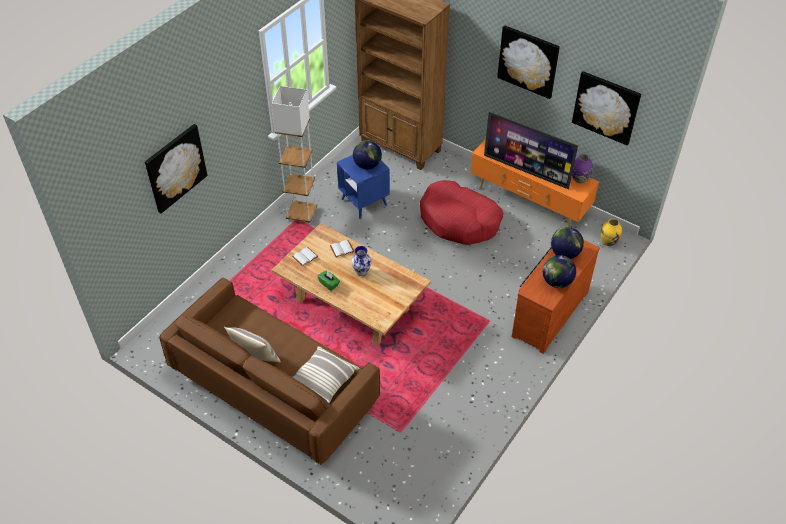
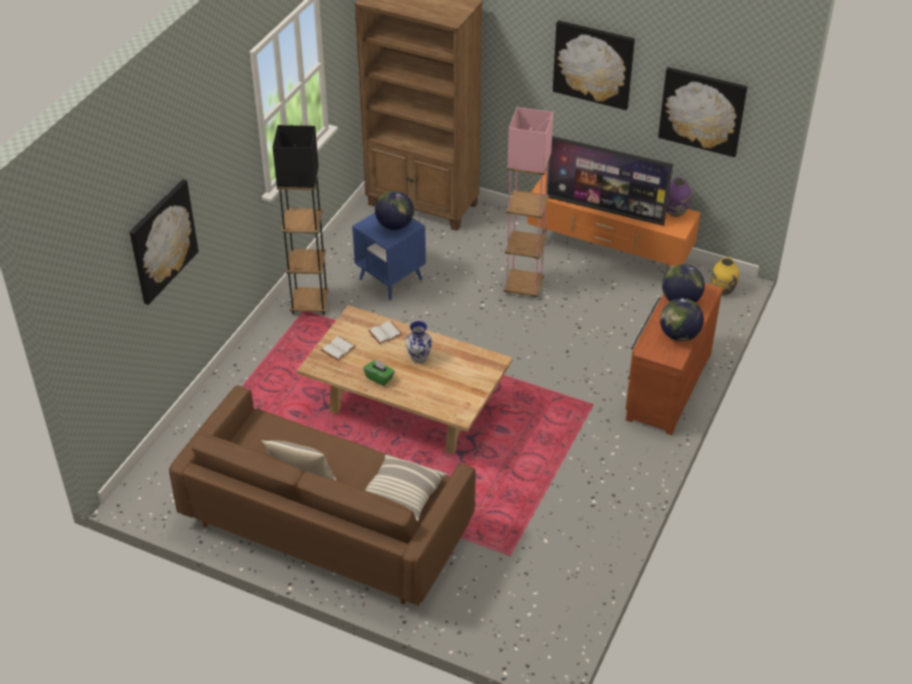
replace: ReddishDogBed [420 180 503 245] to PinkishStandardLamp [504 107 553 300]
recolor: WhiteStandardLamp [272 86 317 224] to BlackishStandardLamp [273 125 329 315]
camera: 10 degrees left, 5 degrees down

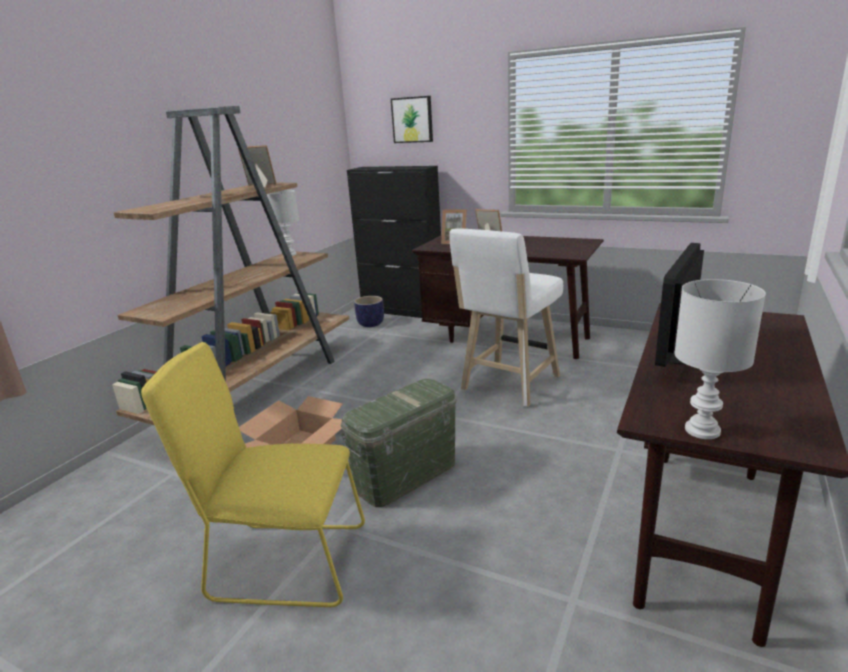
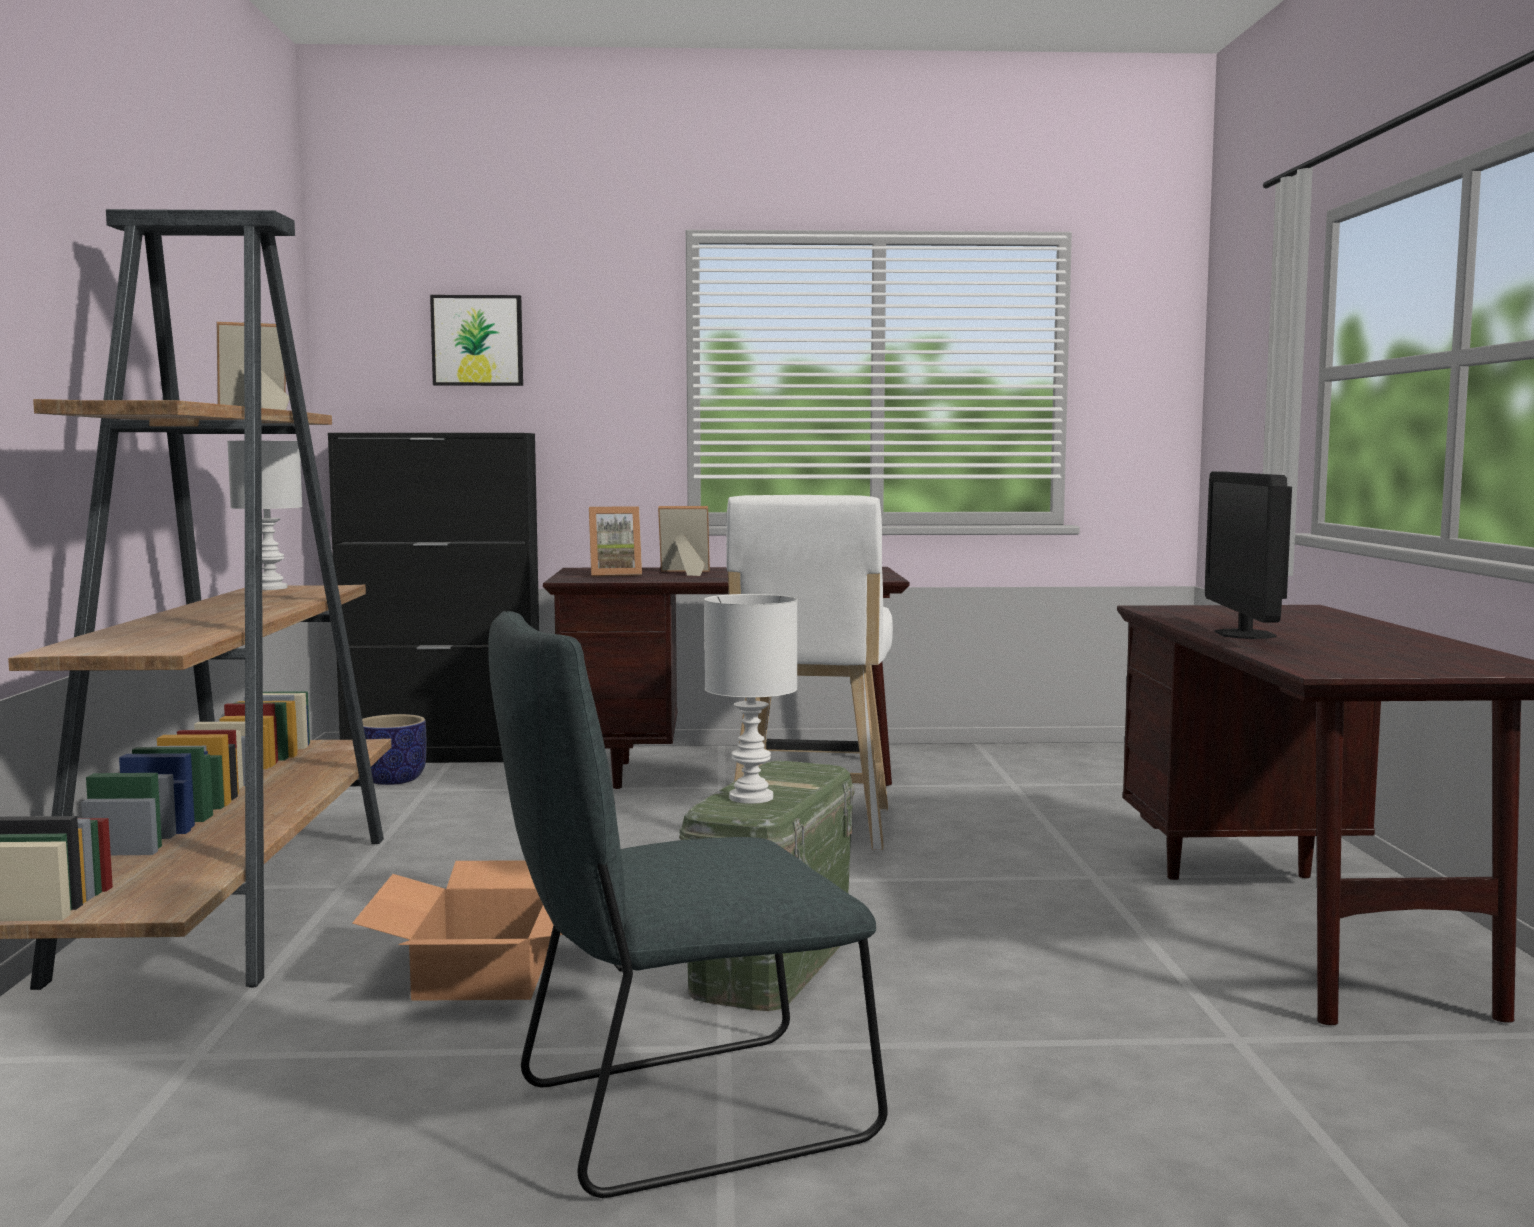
move: WhiteLampForATable [674 279 766 439] to [704 594 798 804]
recolor: YellowChair [141 342 365 607] to GreyChair [488 611 888 1198]
camera: 30 degrees left, 15 degrees down

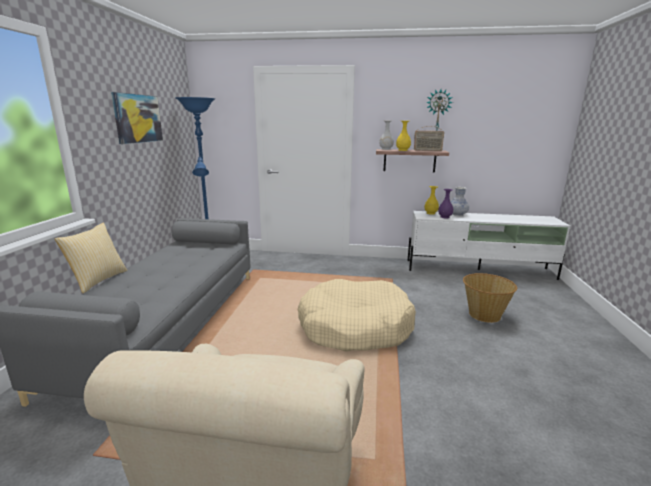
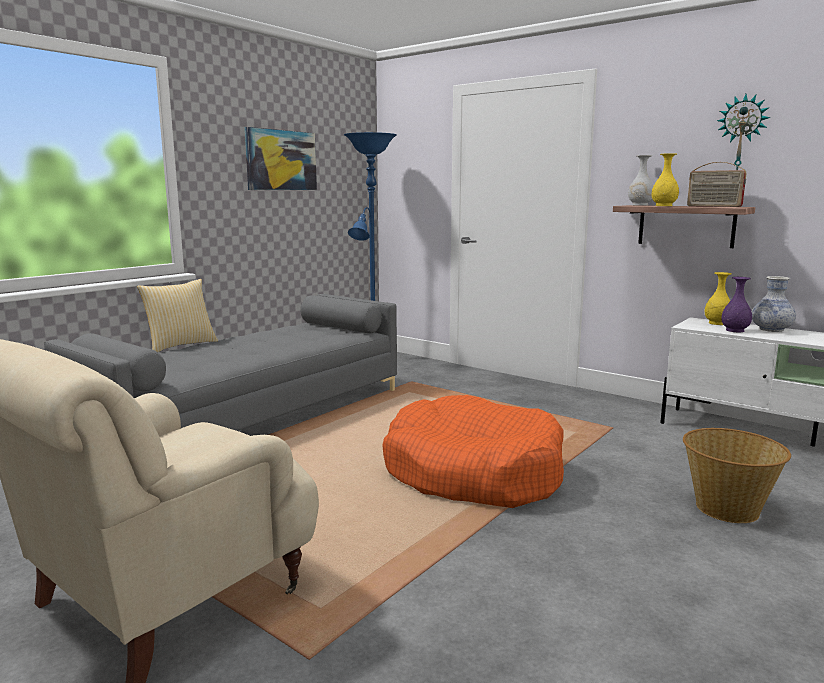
recolor: BeigeColouredDogBed [297 279 416 351] to OrangeColouredDogBed [382 395 564 508]
camera: 30 degrees right, 5 degrees down

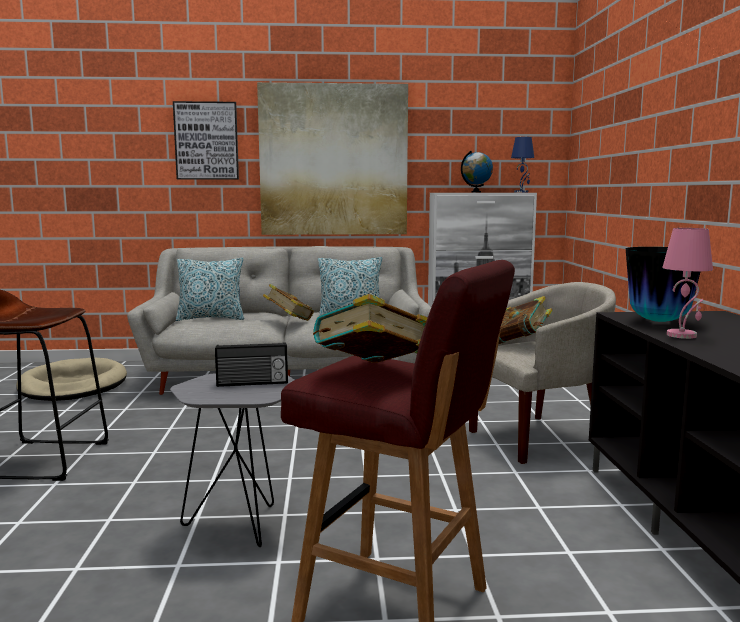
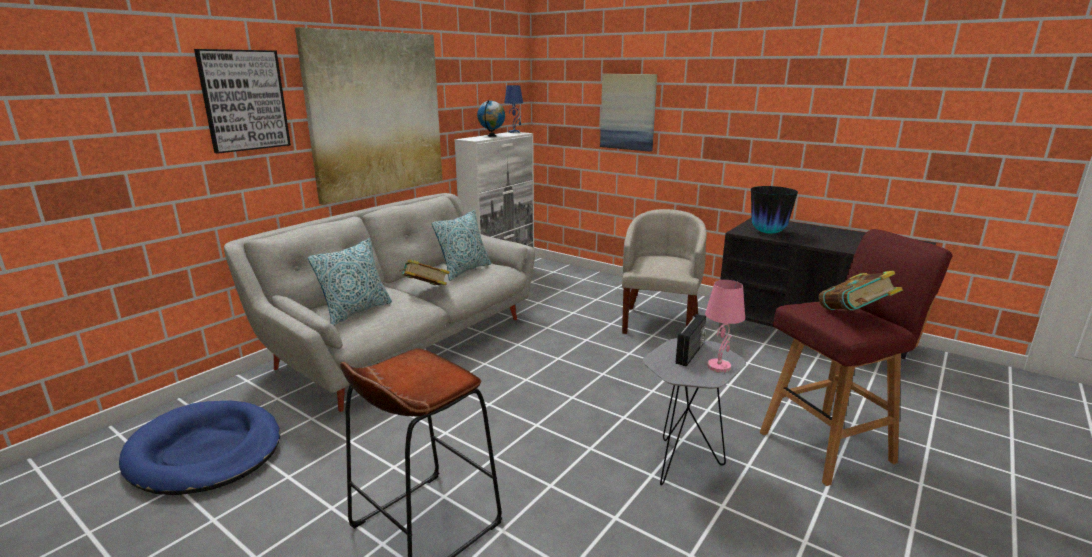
delete: Book [498 296 553 344]
insert: WallPicture [600 74 657 152]
move: PinkishLampForATable [662 228 713 339] to [705 280 745 373]
recolor: BeigeColouredDogBed [16 357 127 401] to BlueDogBed [119 401 280 495]
camera: 50 degrees left, 10 degrees up

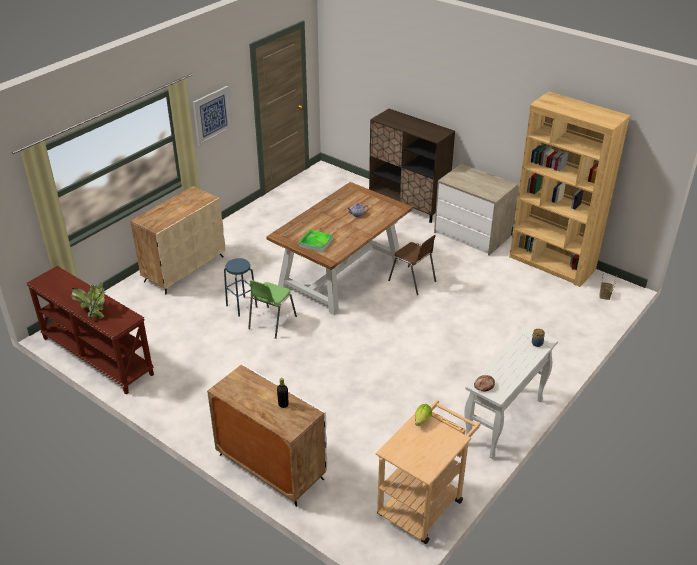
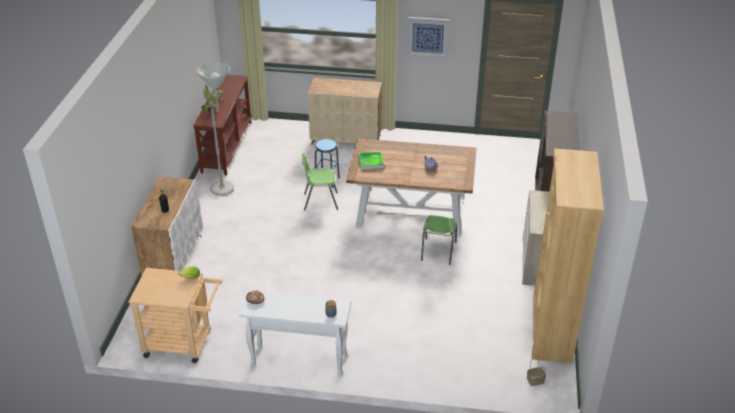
insert: GreyStandardLamp [197 62 234 196]
recolor: BrownChair [388 235 436 295] to GreenishChair [421 215 457 265]
camera: 60 degrees right, 0 degrees up

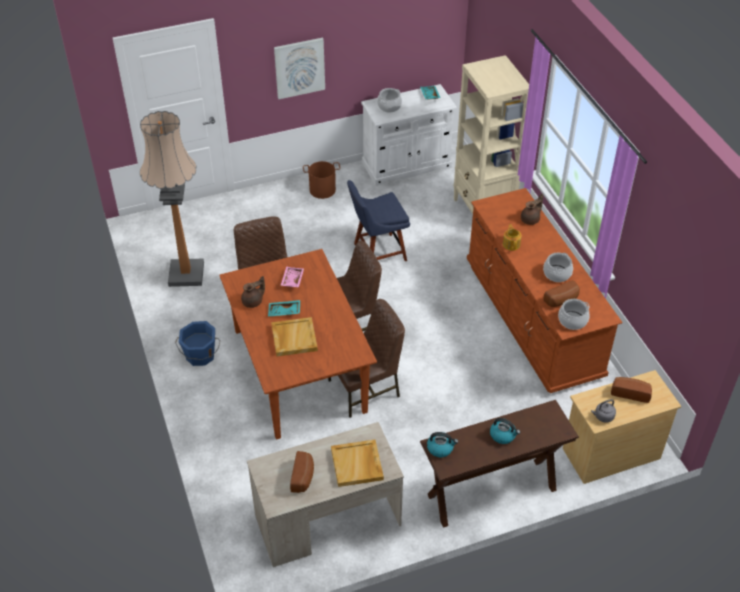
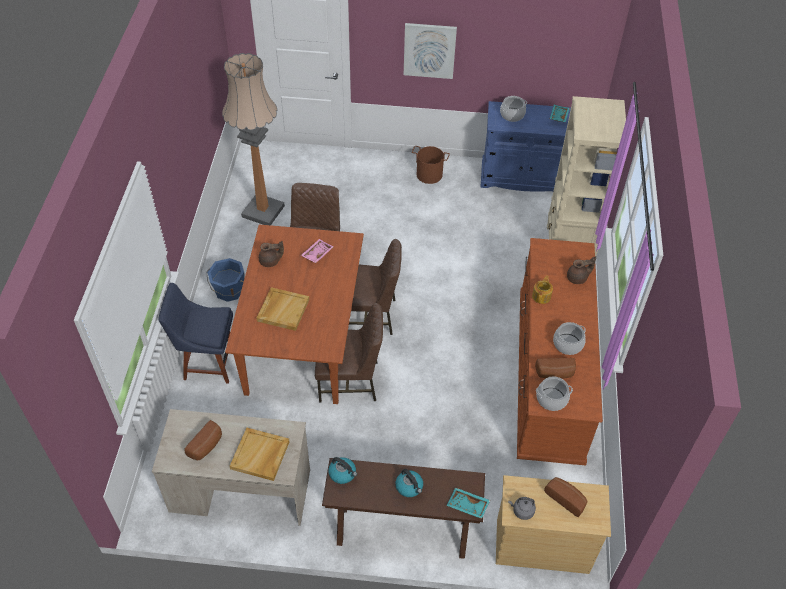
move: BlueChair [347 180 410 261] to [159 283 233 384]; BlueGreenServingTray [268 300 300 316] to [446 488 490 519]
recolor: WhiteCupboard [361 84 457 186] to BlueCupboard [481 101 571 192]
camera: 25 degrees right, 5 degrees up

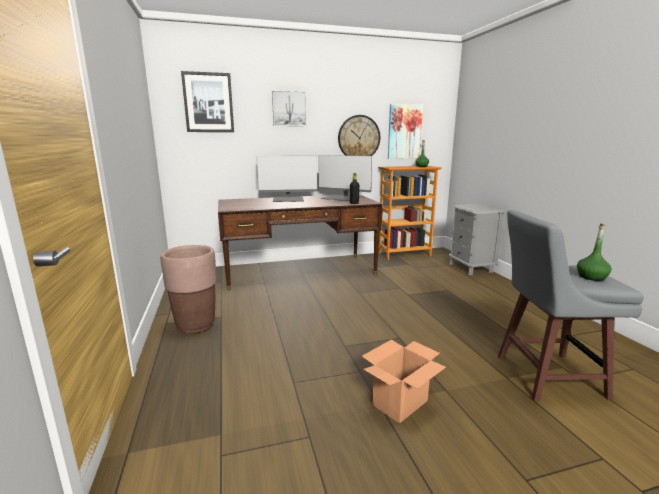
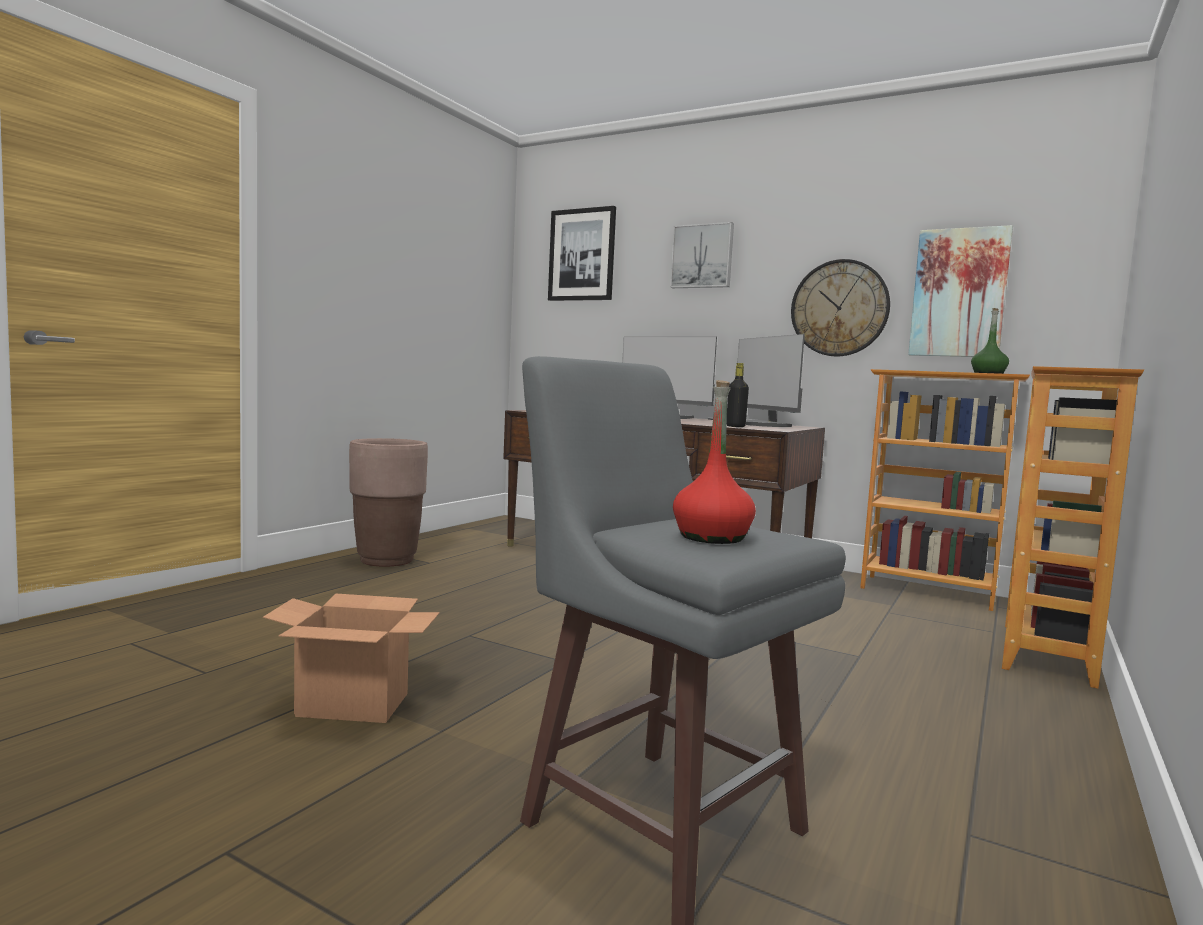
replace: GreyNightstand [449 204 505 275] to ShelvingUnit [1002 366 1144 689]
recolor: GreenishBottle [577 223 612 281] to ReddishBottle [673 380 756 544]
camera: 45 degrees right, 10 degrees down

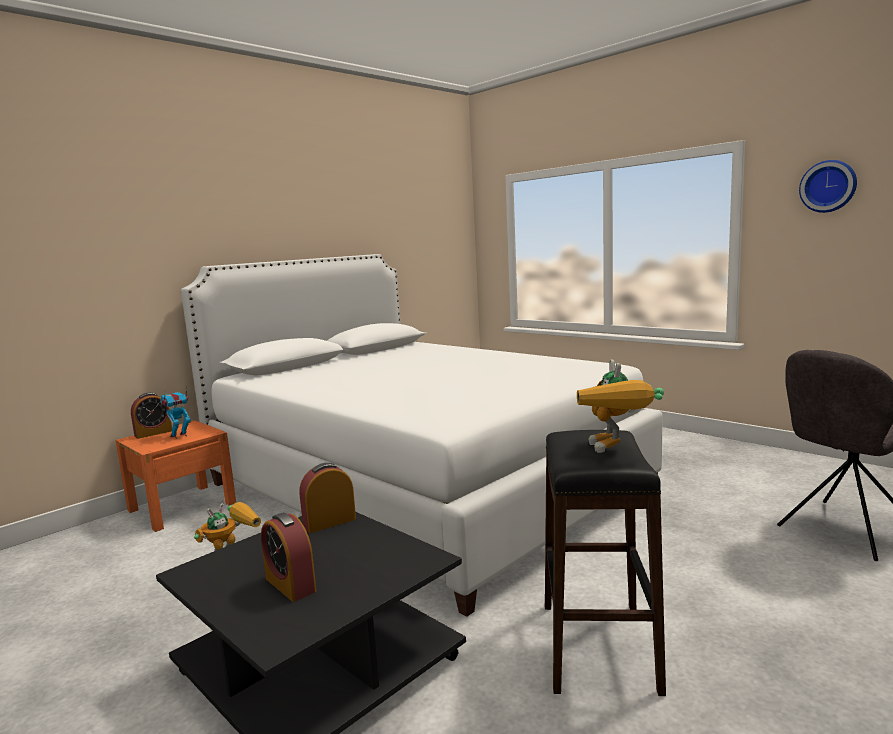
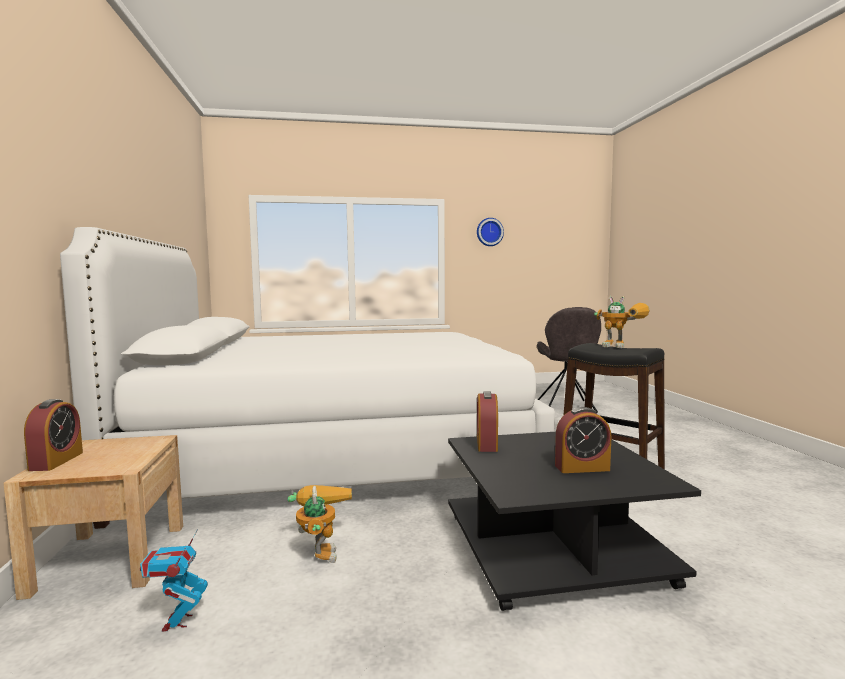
move: ToyRobot [160 386 191 439] to [140 529 208 632]
recolor: OrangeColouredNightstand [116 420 236 532] to BeigeColouredNightstand [3 435 183 600]
camera: 55 degrees left, 5 degrees down

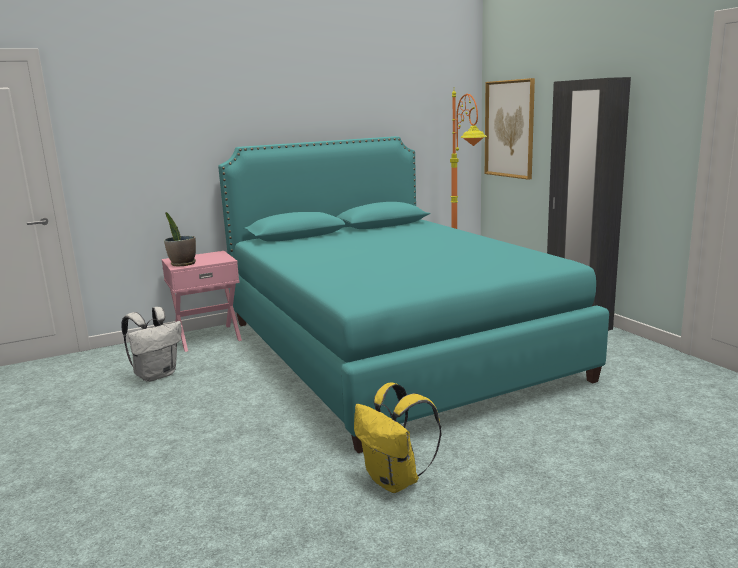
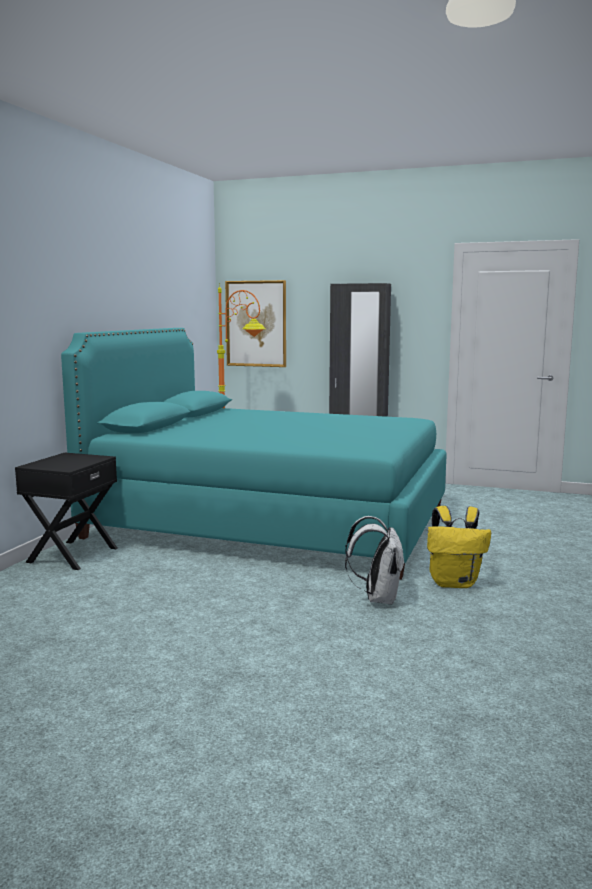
delete: PlantInAPot [164 212 196 267]
move: WhiteKnapsack [121 307 181 382] to [345 516 405 605]
recolor: PinkishNightstand [162 251 242 352] to BlackishNightstand [15 453 118 570]
camera: 45 degrees left, 5 degrees down

